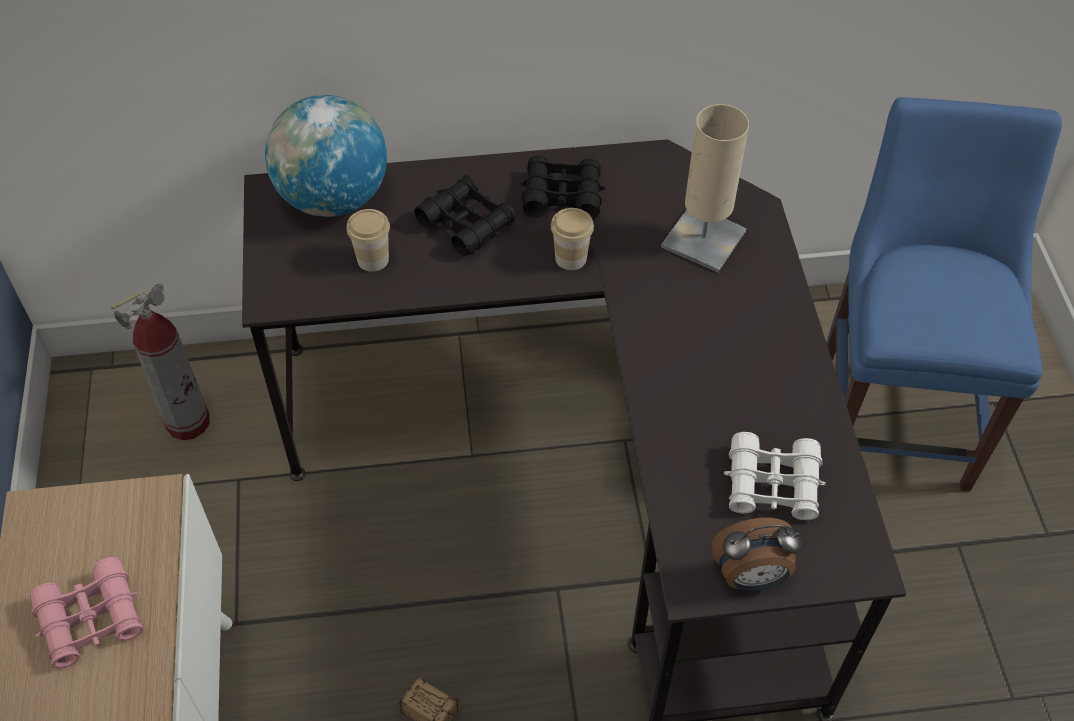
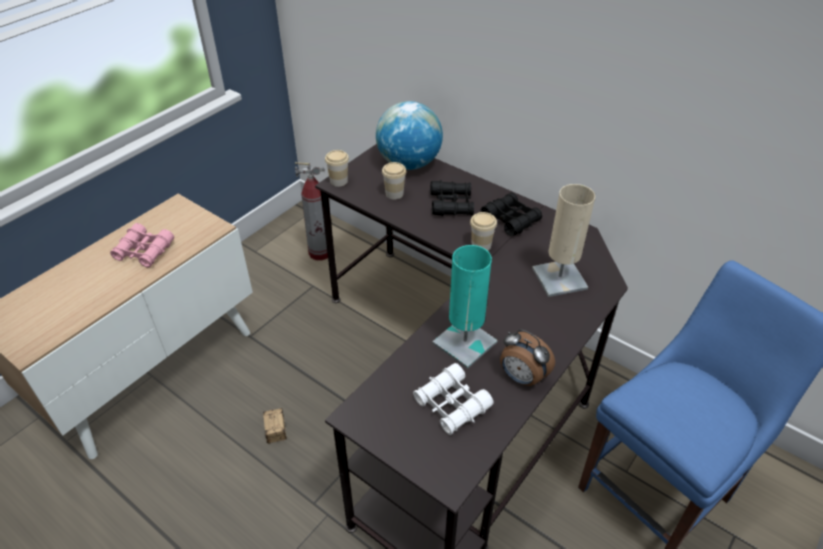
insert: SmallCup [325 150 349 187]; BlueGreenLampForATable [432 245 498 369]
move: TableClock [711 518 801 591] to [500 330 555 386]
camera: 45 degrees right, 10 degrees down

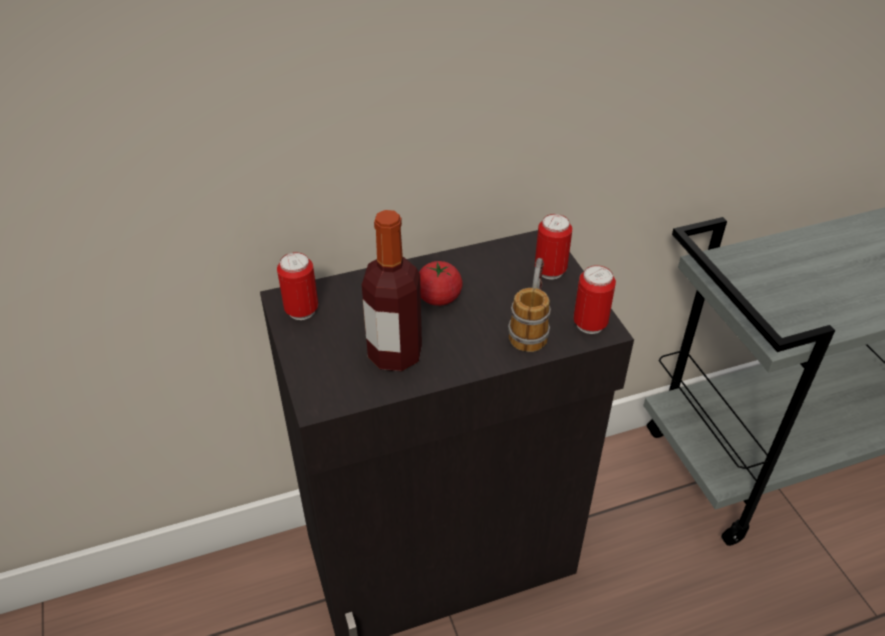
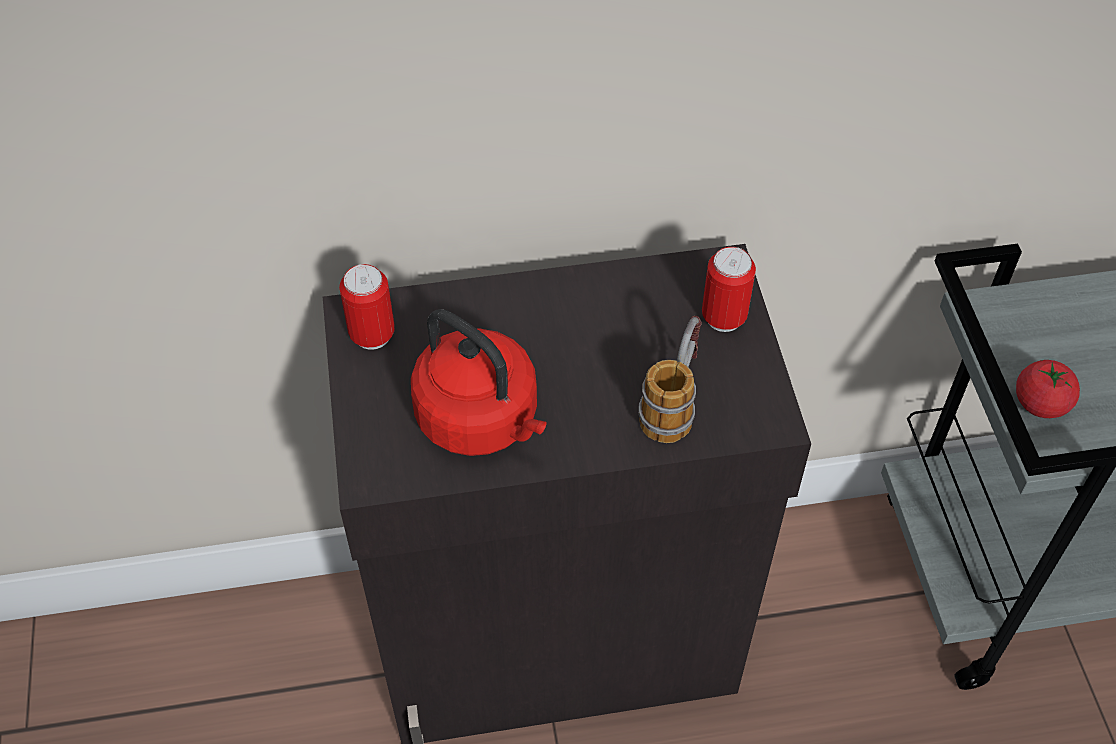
delete: Can [573 265 616 334]
move: Tomato [419 261 463 306] to [1016 360 1080 418]
replace: Bottle [362 210 422 371] to ReddishKettle [411 309 547 456]
camera: 10 degrees right, 10 degrees up

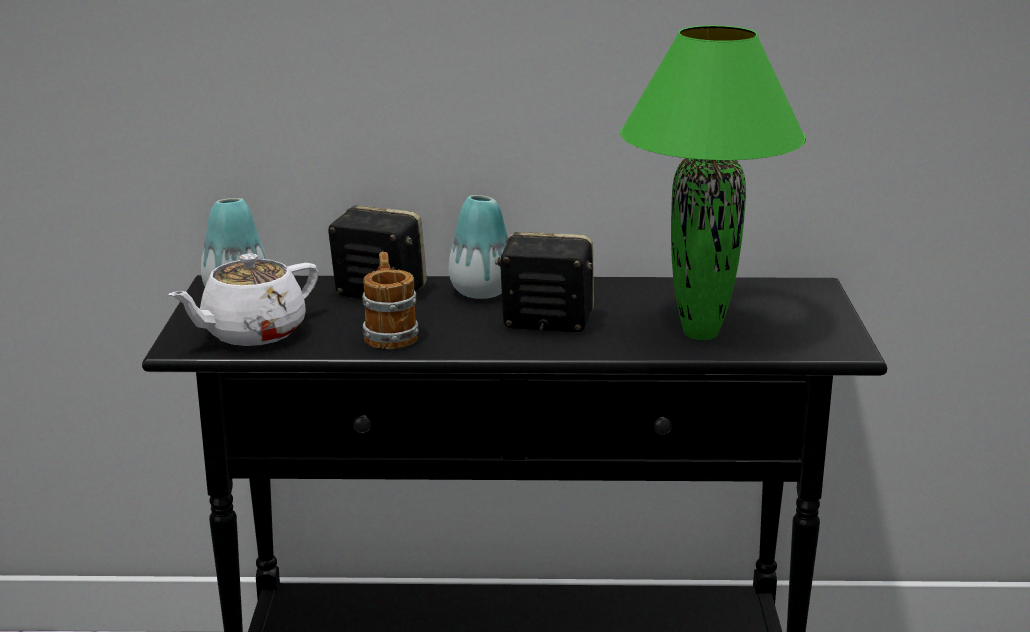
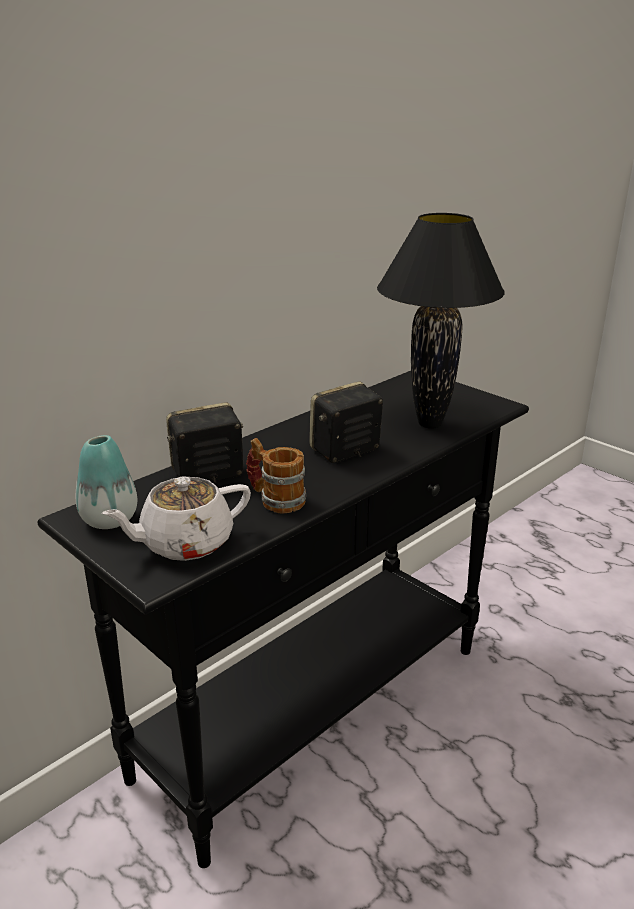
delete: FlowerVase [448 195 508 299]
recolor: GreenishLampForATable [620 25 806 340] to BlackishLampForATable [377 213 505 429]
rotate: WhiteTeapot [169 253 319 346] = [102 477 251 561] 60 degrees clockwise
camera: 45 degrees left, 5 degrees up

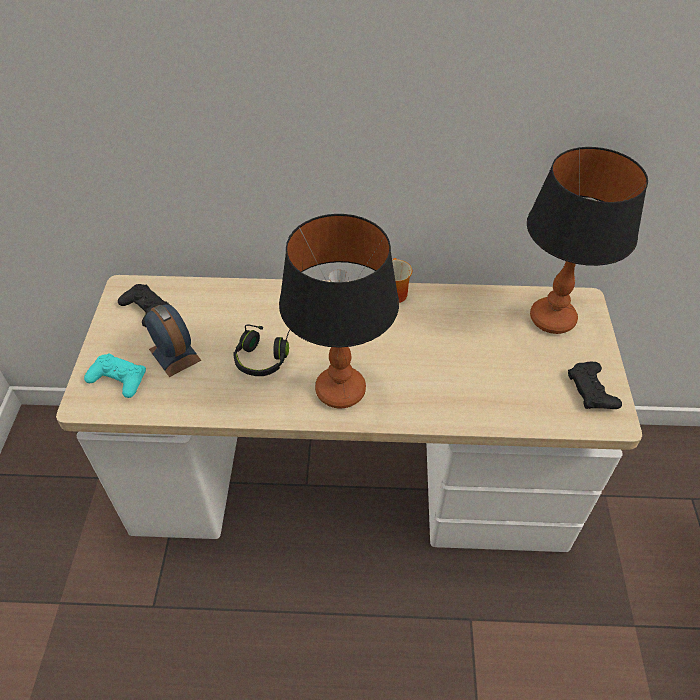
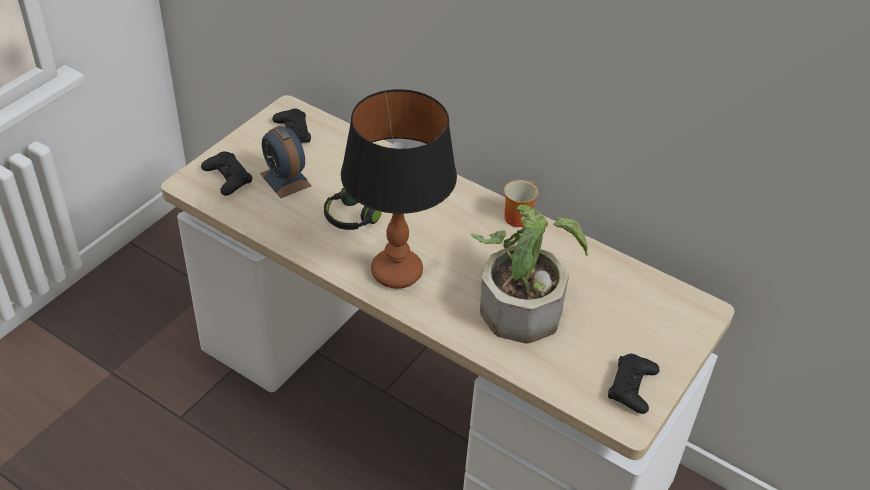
delete: LampForATable [527 147 648 334]
insert: PlantInAPot [471 205 588 344]
recolor: BlueGreenJoypad [84 354 146 398] to BlackishJoypad [201 151 253 196]
rotate: TableClock [145 304 201 377] = [260 126 312 198] 150 degrees clockwise
camera: 30 degrees right, 5 degrees down

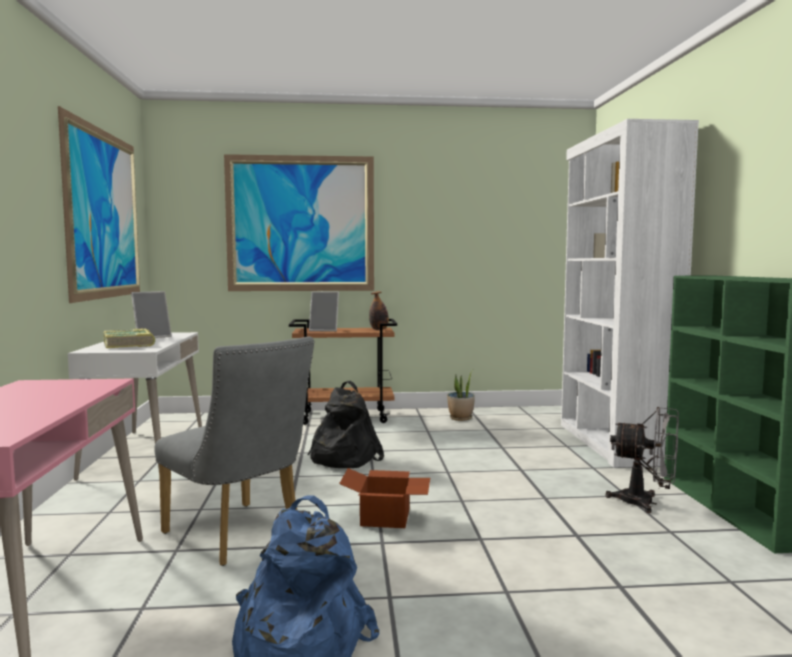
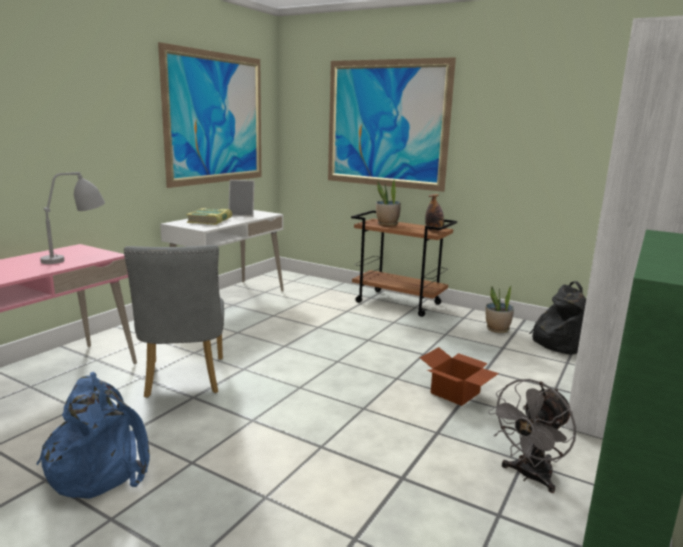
insert: GreyLampForATable [40 172 105 264]
move: BlackishKnapsack [307 381 384 468] to [529 281 586 355]; PackingBox [339 468 430 528] to [420 347 499 406]
replace: PhotoFrame [309 291 339 332] to PlantInAPot [376 179 401 226]
rotate: GreyCoolingFan [606 407 679 513] = [488 379 576 493] 75 degrees clockwise
camera: 35 degrees right, 10 degrees up

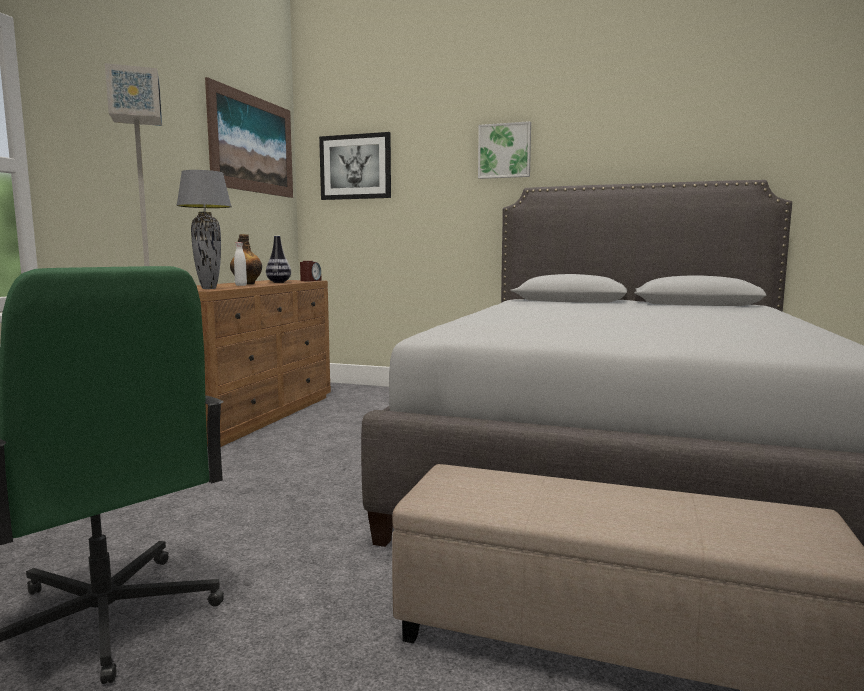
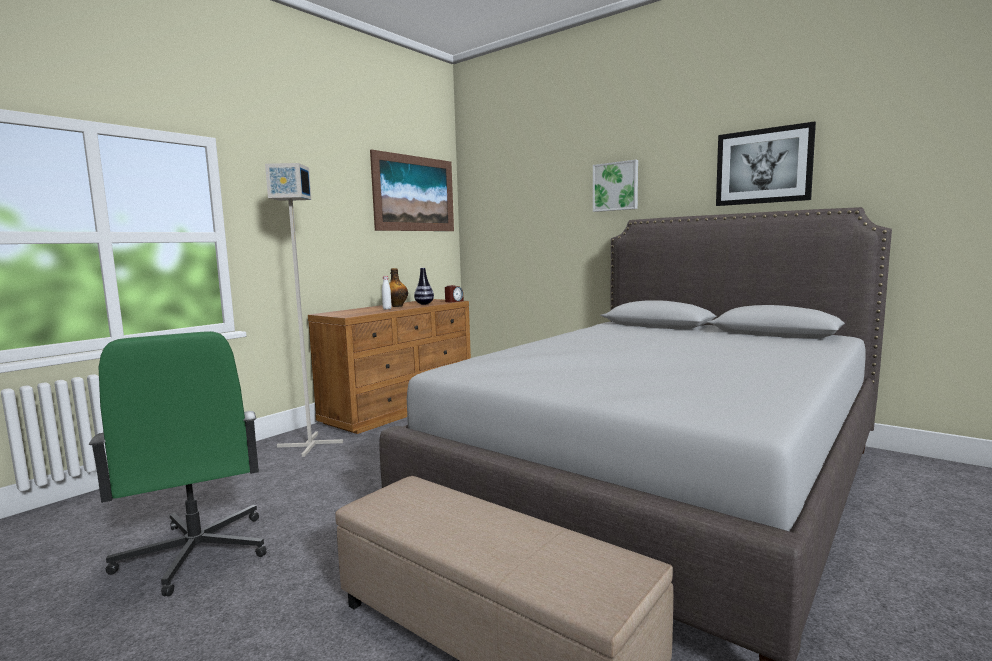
delete: GreyLampForATable [176 170 232 289]
move: WallPicture [319 132 391 200] to [716 121 816 206]
camera: 20 degrees right, 0 degrees up

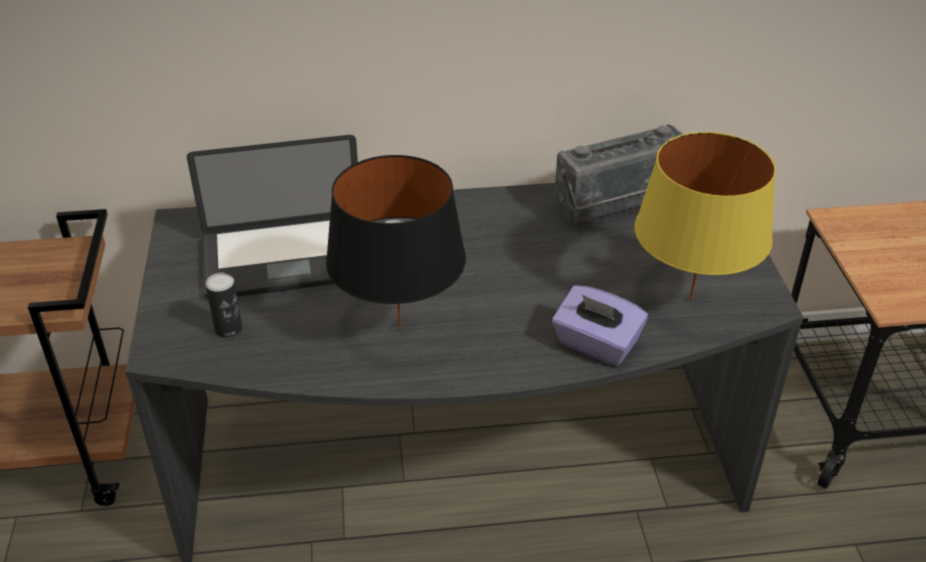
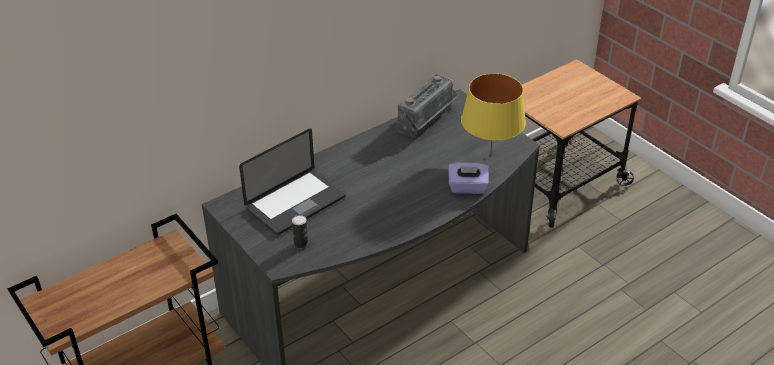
delete: BlackishLampForATable [326 155 466 327]
camera: 30 degrees left, 0 degrees up

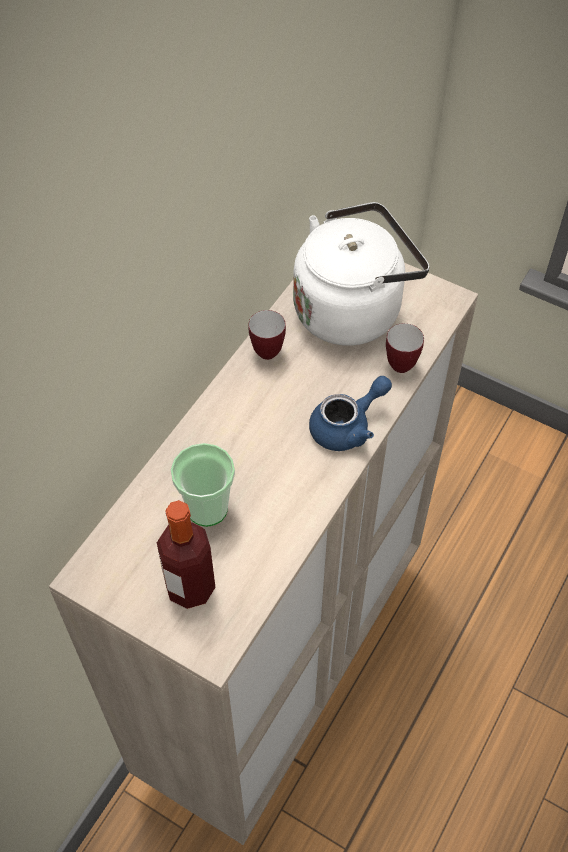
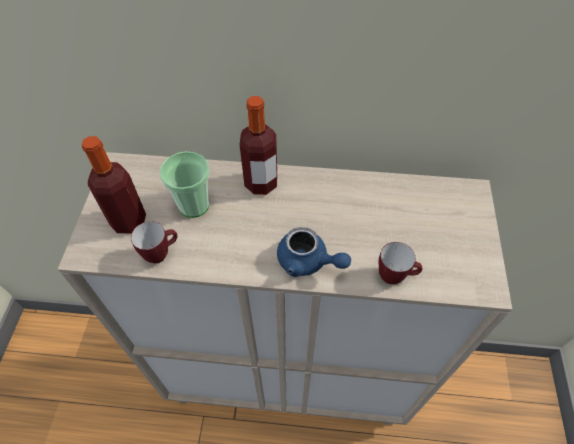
delete: WhiteKettle [293 202 430 346]
insert: Bottle [239 96 277 195]
move: TeaMug [249 310 286 360] to [131 221 178 263]
camera: 65 degrees right, 0 degrees up

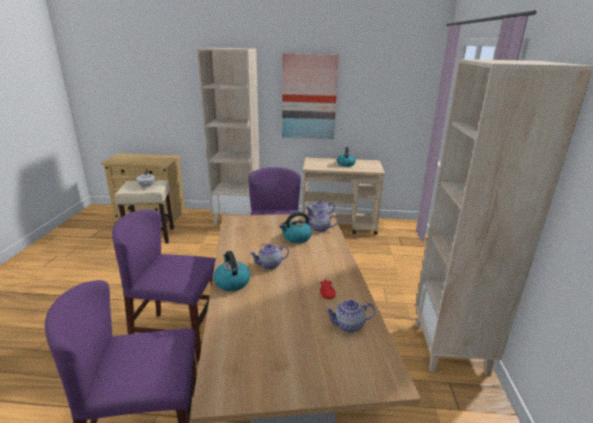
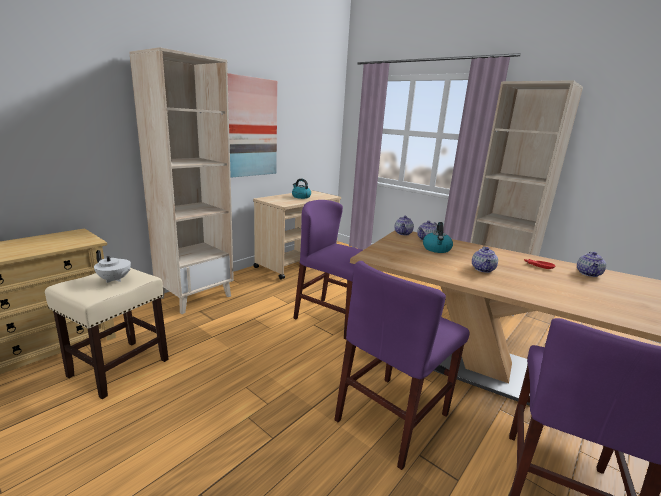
delete: Kettle [214 251 250 291]
camera: 55 degrees left, 5 degrees down

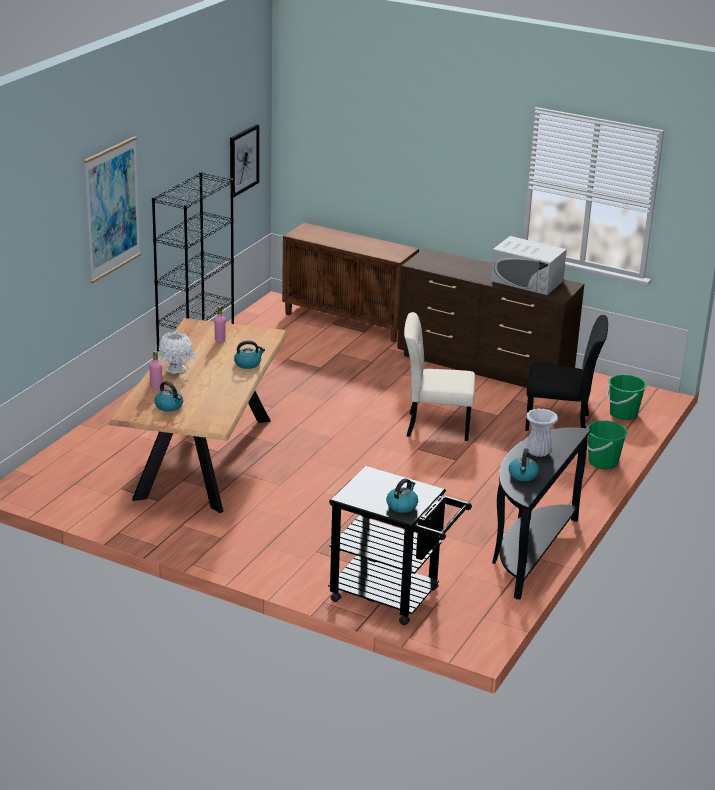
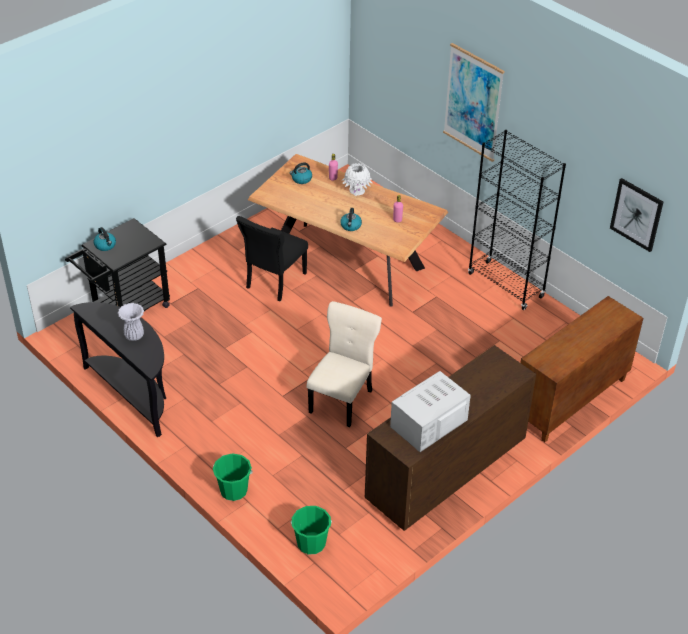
delete: Kettle [509 448 539 481]
move: BlackishChair [525 315 608 431] to [236 216 308 301]
camera: 110 degrees right, 15 degrees up

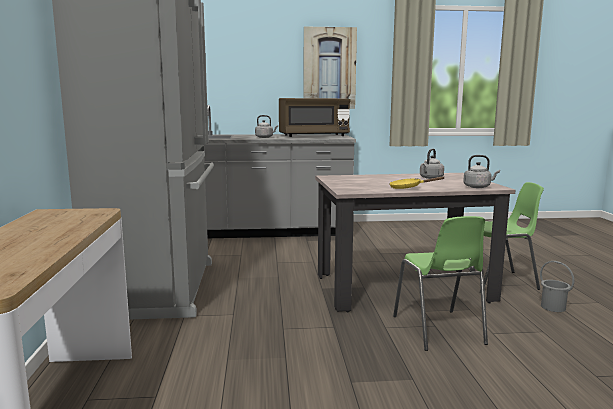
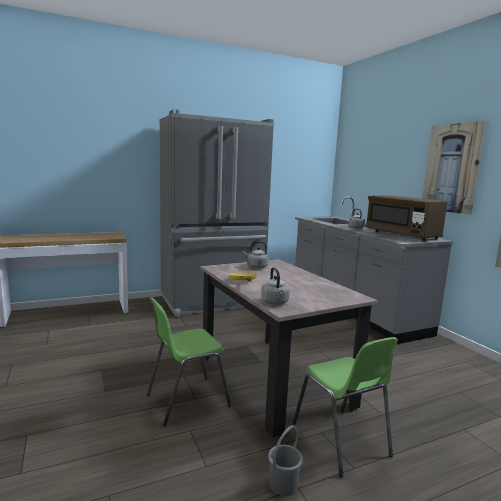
move: GreyKettle [420 149 444 179] to [243 241 269 268]
camera: 70 degrees right, 0 degrees up

